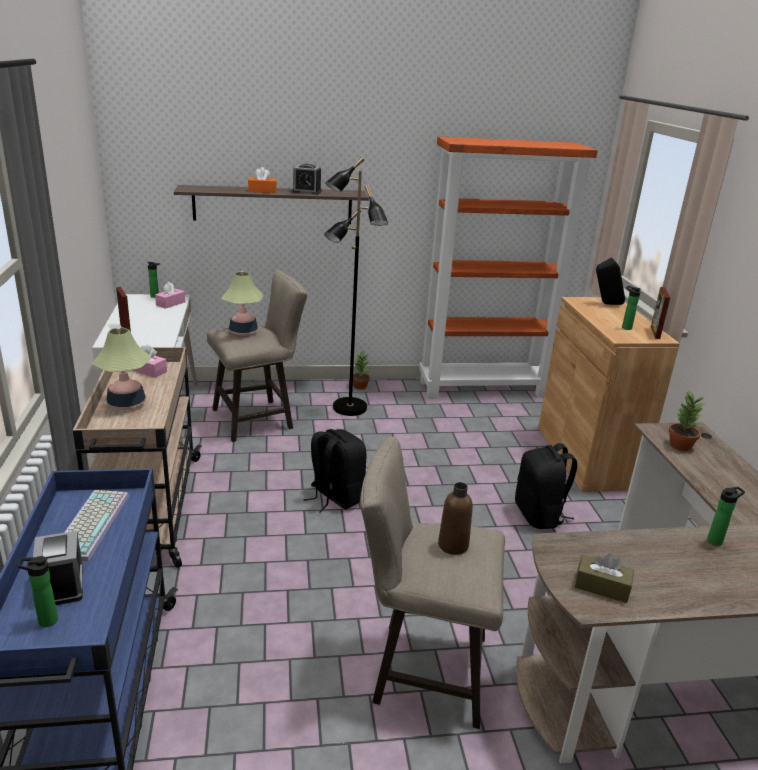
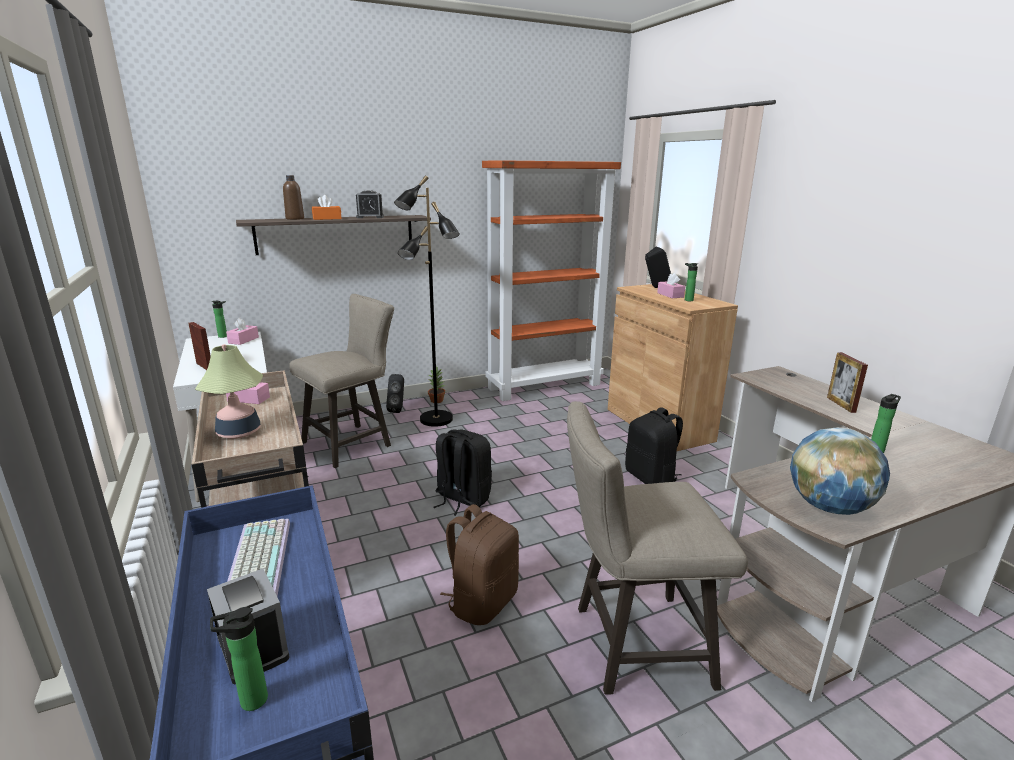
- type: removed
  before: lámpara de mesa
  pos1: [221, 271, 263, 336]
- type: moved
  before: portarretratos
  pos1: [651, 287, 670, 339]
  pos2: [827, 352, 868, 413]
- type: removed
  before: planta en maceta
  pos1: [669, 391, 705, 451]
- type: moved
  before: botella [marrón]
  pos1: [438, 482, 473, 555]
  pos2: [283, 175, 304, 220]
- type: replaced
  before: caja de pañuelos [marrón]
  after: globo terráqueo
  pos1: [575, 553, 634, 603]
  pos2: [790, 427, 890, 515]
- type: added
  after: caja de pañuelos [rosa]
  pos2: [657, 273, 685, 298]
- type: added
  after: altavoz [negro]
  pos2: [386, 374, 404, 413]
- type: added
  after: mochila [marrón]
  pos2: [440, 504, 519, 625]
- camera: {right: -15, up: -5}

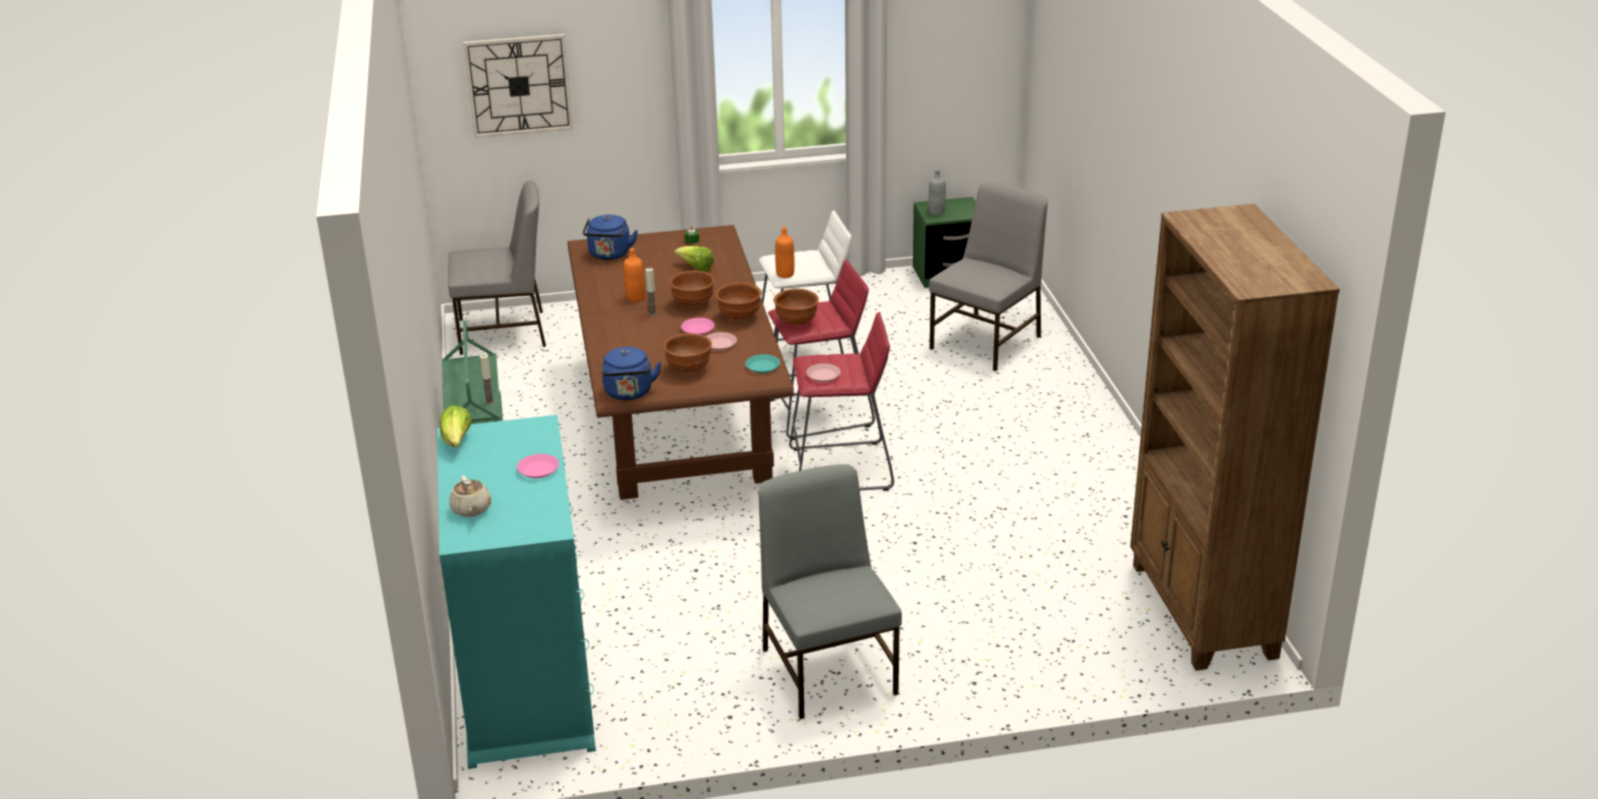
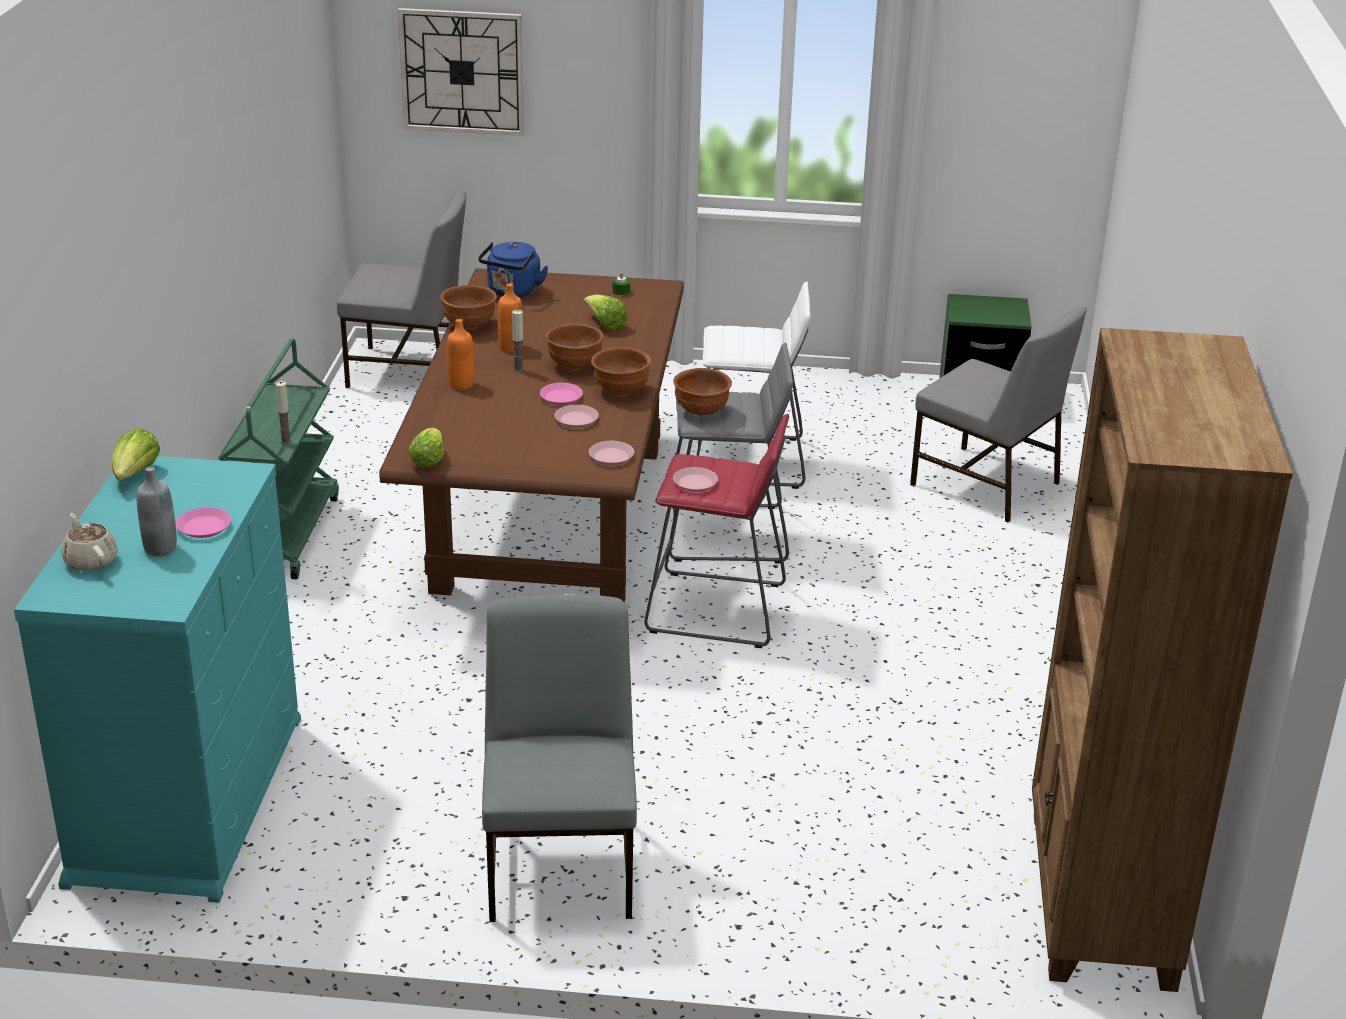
- type: moved
  before: botella [gris]
  pos1: [928, 169, 946, 216]
  pos2: [136, 466, 177, 556]
- type: turned
  before: silla [gris]
  pos1: [929, 181, 1048, 371]
  pos2: [910, 306, 1087, 523]
  turn: 75
- type: moved
  before: botella [naranja]
  pos1: [775, 227, 794, 278]
  pos2: [447, 319, 474, 390]
- type: recoloured
  before: taburete [rojo]
  after: taburete [gris]
  pos1: [768, 260, 875, 440]
  pos2: [669, 343, 793, 564]
- type: moved
  before: cuenco [marrón]
  pos1: [663, 333, 712, 373]
  pos2: [440, 285, 497, 329]
- type: replaced
  before: hervidor [azul]
  after: lechuga
  pos1: [602, 347, 662, 400]
  pos2: [408, 428, 444, 468]
- type: recoloured
  before: plato [turquesa]
  after: plato [rosa]
  pos1: [745, 354, 780, 373]
  pos2: [589, 441, 634, 465]
- type: turned
  before: tetera [beis]
  pos1: [449, 476, 491, 517]
  pos2: [62, 513, 118, 571]
  turn: 150
- camera: {right: 15, up: 0}

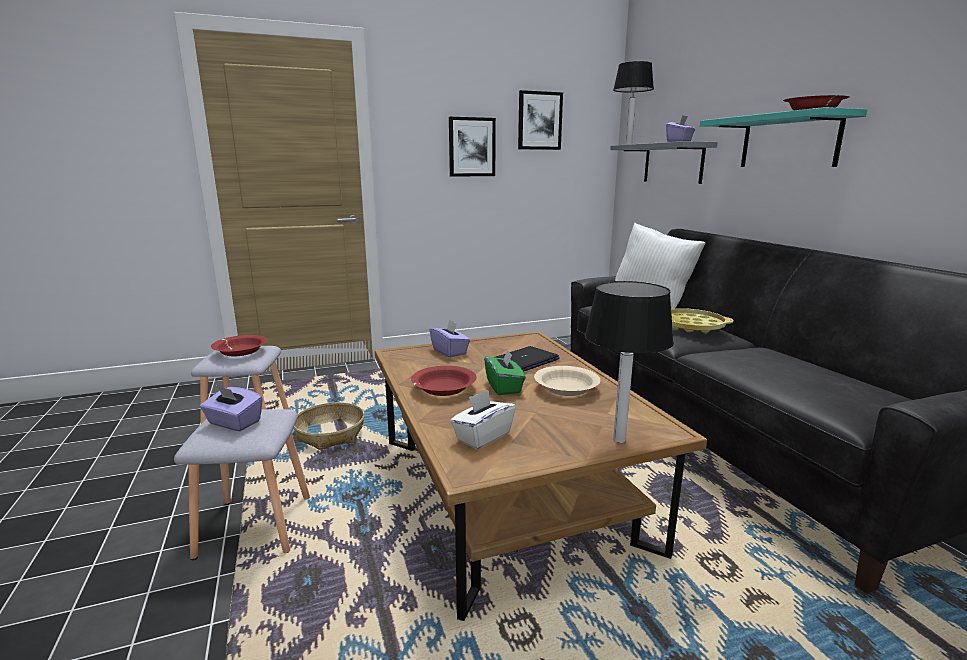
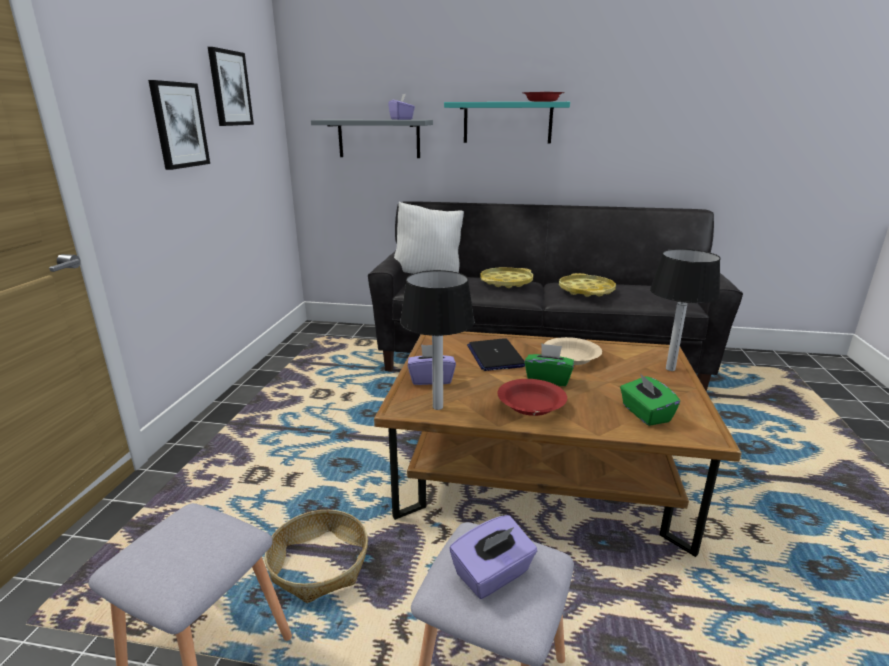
- type: moved
  before: lámpara de mesa
  pos1: [613, 61, 654, 145]
  pos2: [400, 270, 475, 410]
- type: removed
  before: cuenco [rojo]
  pos1: [211, 335, 267, 356]
- type: recoloured
  before: caja de pañuelos [blanco]
  after: caja de pañuelos [verde]
  pos1: [450, 390, 516, 449]
  pos2: [620, 373, 680, 426]
- type: added
  after: bandeja [amarillo]
  pos2: [559, 273, 616, 297]
- camera: {right: -60, up: 5}

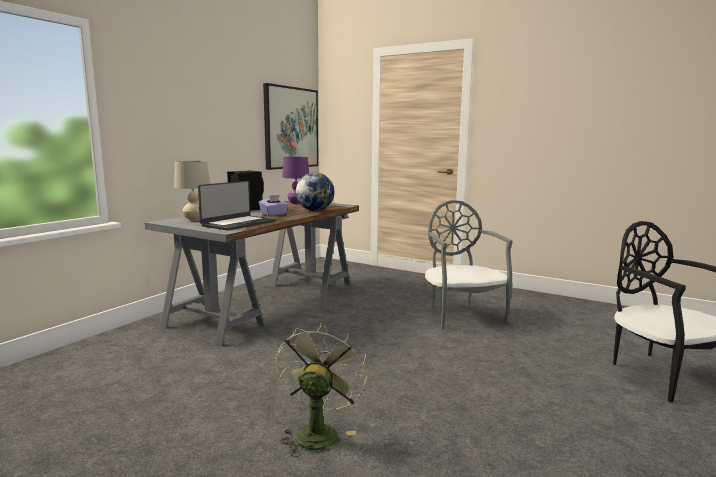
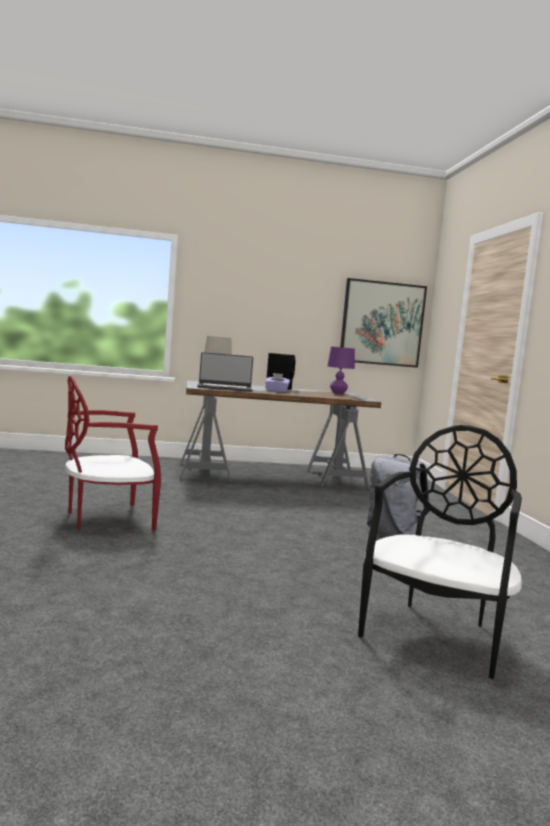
- type: removed
  before: globo terráqueo
  pos1: [296, 172, 335, 211]
- type: replaced
  before: silla [gris]
  after: mochila [gris]
  pos1: [425, 200, 513, 330]
  pos2: [367, 454, 429, 535]
- type: replaced
  before: ventilador [verde]
  after: silla [rojo]
  pos1: [275, 323, 367, 457]
  pos2: [65, 376, 161, 530]
- camera: {right: 50, up: -5}

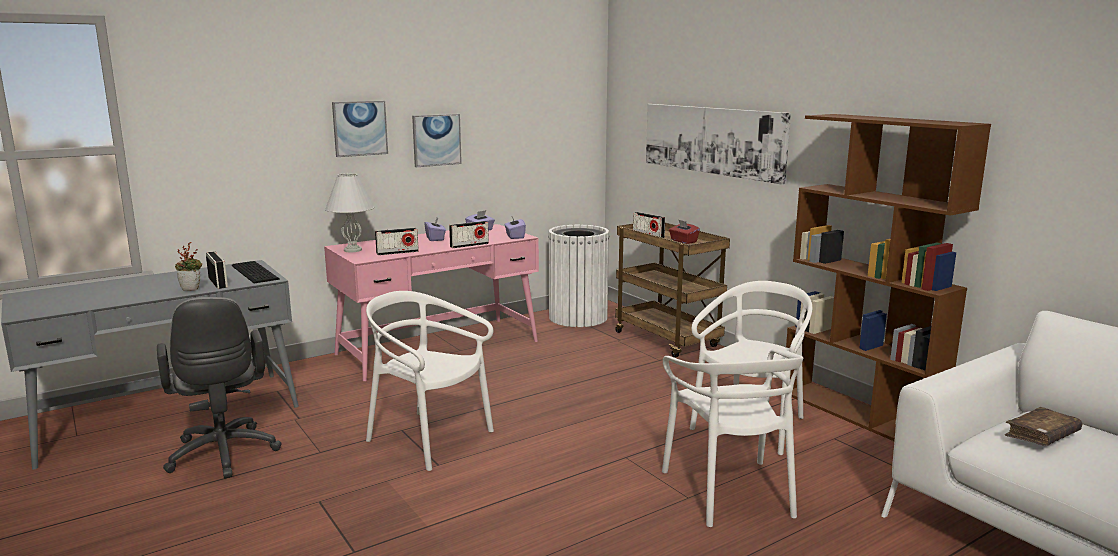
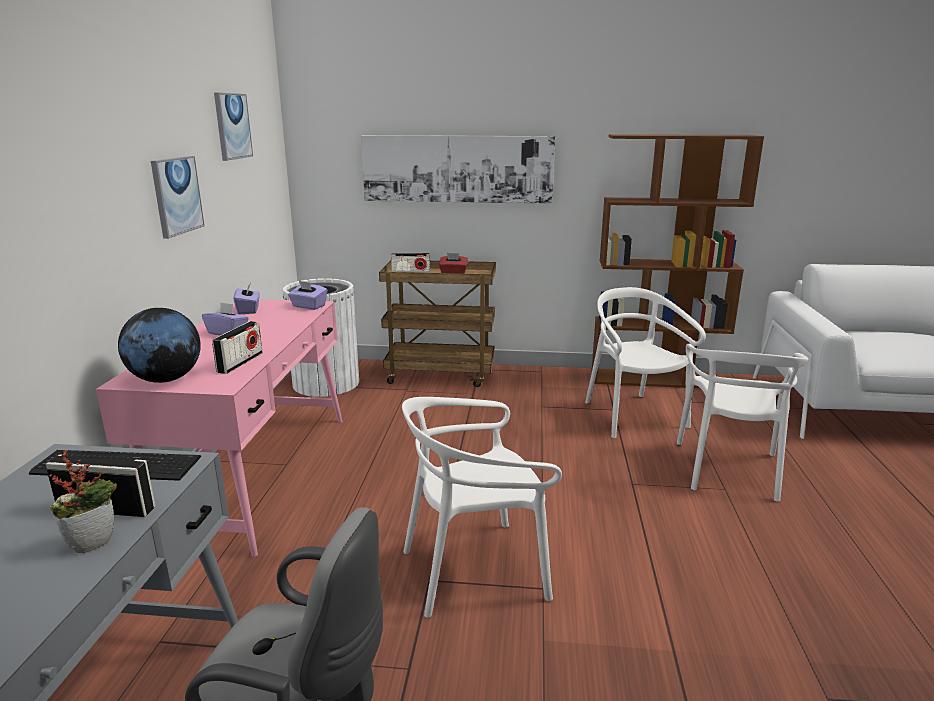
- type: moved
  before: cuadro
  pos1: [332, 101, 388, 157]
  pos2: [214, 93, 253, 161]
- type: replaced
  before: lámpara de mesa [blanco]
  after: globo terráqueo
  pos1: [325, 173, 374, 252]
  pos2: [118, 308, 201, 383]
- type: removed
  before: radio
  pos1: [449, 221, 489, 248]
- type: turned
  before: silla [blanco]
  pos1: [662, 349, 803, 527]
  pos2: [677, 344, 808, 502]
  turn: 75
- type: removed
  before: libro [marrón]
  pos1: [1005, 407, 1082, 446]
- camera: {right: -50, up: 5}

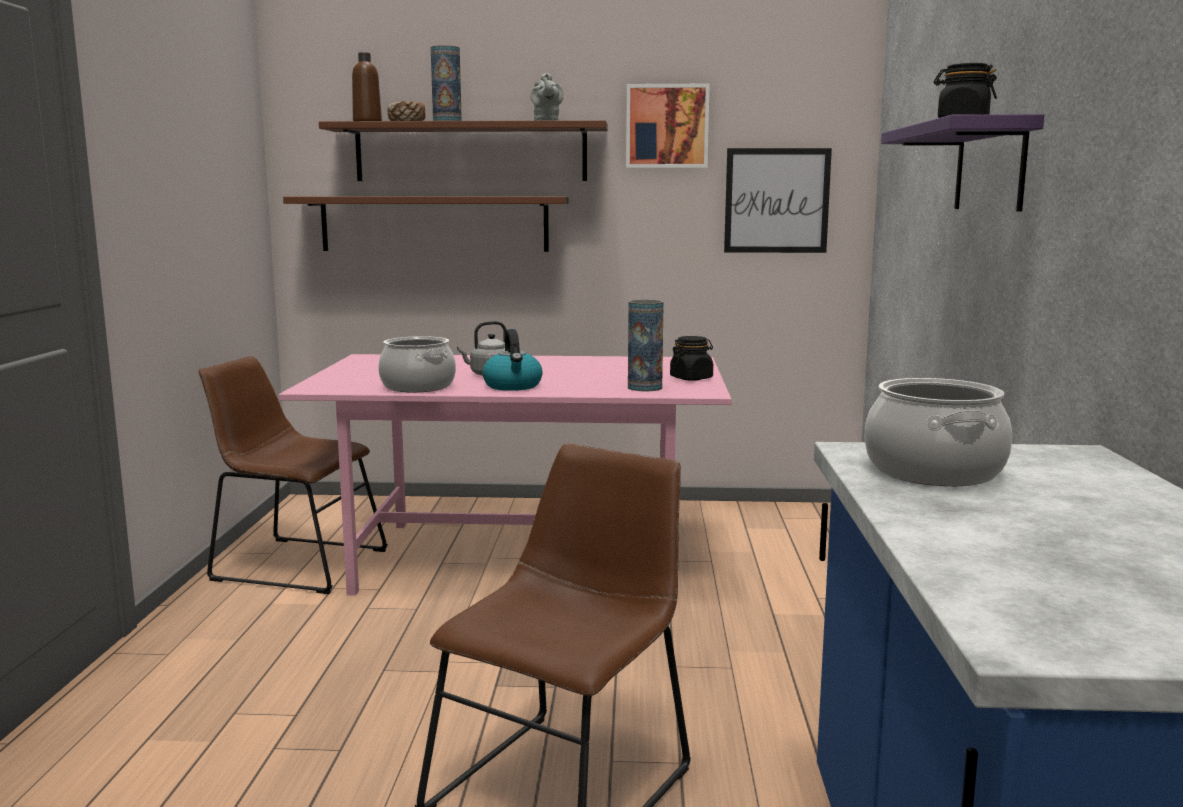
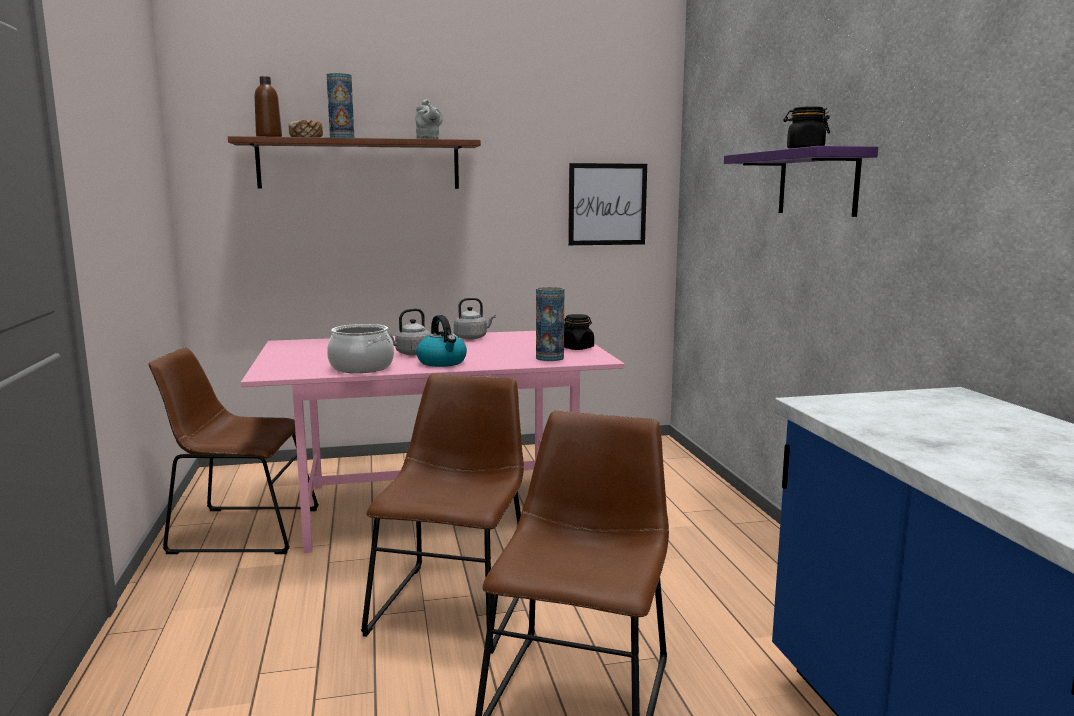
- type: removed
  before: cuadro
  pos1: [626, 84, 710, 168]
- type: removed
  before: estante [marrón]
  pos1: [283, 197, 569, 252]
- type: removed
  before: olla
  pos1: [865, 378, 1012, 486]
- type: added
  after: hervidor [gris]
  pos2: [454, 298, 496, 340]
- type: added
  after: silla [marrón]
  pos2: [361, 374, 524, 654]
- camera: {right: -15, up: 0}

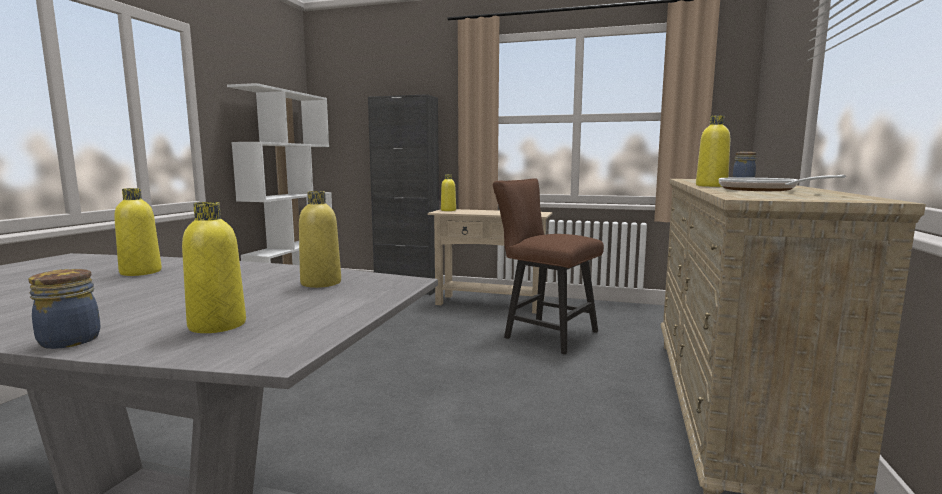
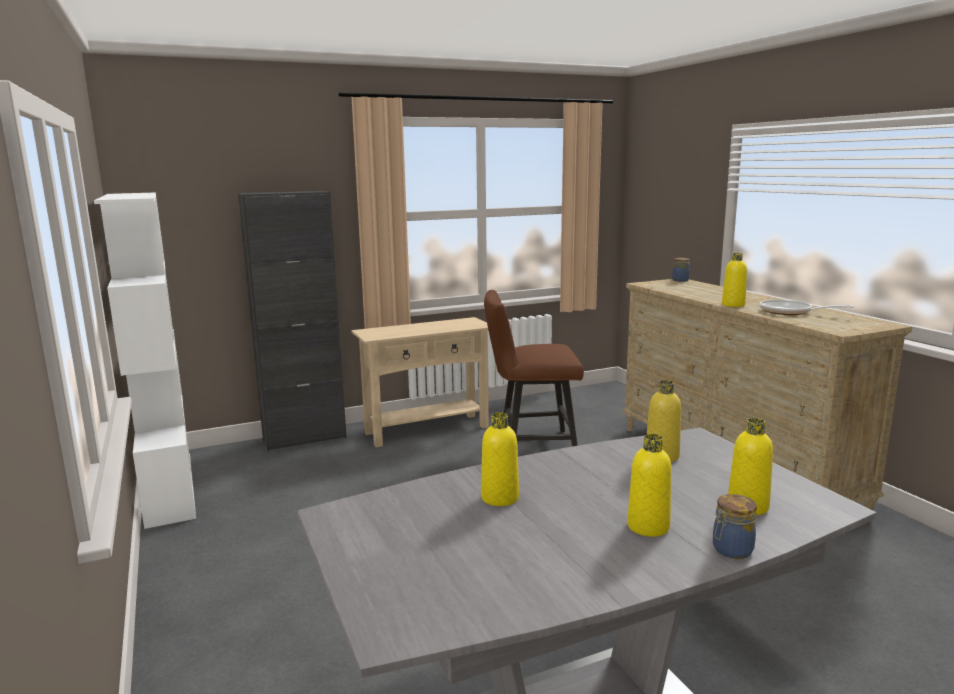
- type: moved
  before: botella [amarillo]
  pos1: [441, 174, 456, 211]
  pos2: [627, 434, 672, 537]
- camera: {right: -40, up: 5}

